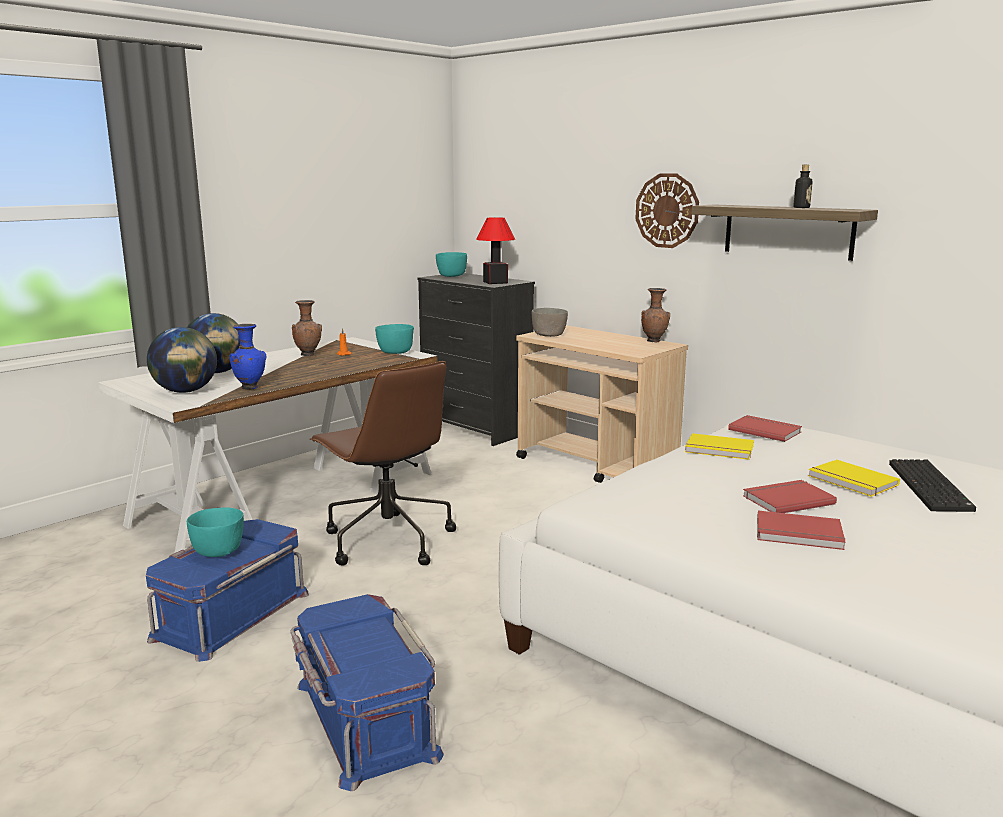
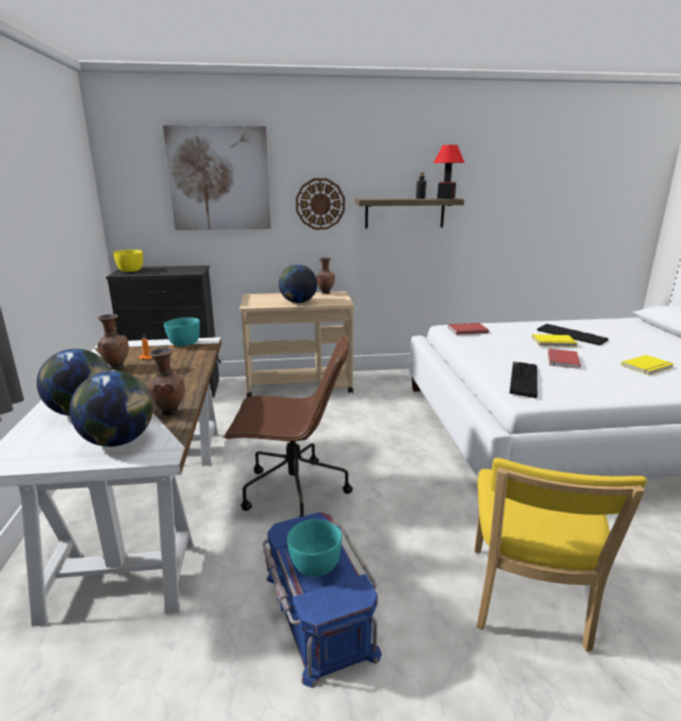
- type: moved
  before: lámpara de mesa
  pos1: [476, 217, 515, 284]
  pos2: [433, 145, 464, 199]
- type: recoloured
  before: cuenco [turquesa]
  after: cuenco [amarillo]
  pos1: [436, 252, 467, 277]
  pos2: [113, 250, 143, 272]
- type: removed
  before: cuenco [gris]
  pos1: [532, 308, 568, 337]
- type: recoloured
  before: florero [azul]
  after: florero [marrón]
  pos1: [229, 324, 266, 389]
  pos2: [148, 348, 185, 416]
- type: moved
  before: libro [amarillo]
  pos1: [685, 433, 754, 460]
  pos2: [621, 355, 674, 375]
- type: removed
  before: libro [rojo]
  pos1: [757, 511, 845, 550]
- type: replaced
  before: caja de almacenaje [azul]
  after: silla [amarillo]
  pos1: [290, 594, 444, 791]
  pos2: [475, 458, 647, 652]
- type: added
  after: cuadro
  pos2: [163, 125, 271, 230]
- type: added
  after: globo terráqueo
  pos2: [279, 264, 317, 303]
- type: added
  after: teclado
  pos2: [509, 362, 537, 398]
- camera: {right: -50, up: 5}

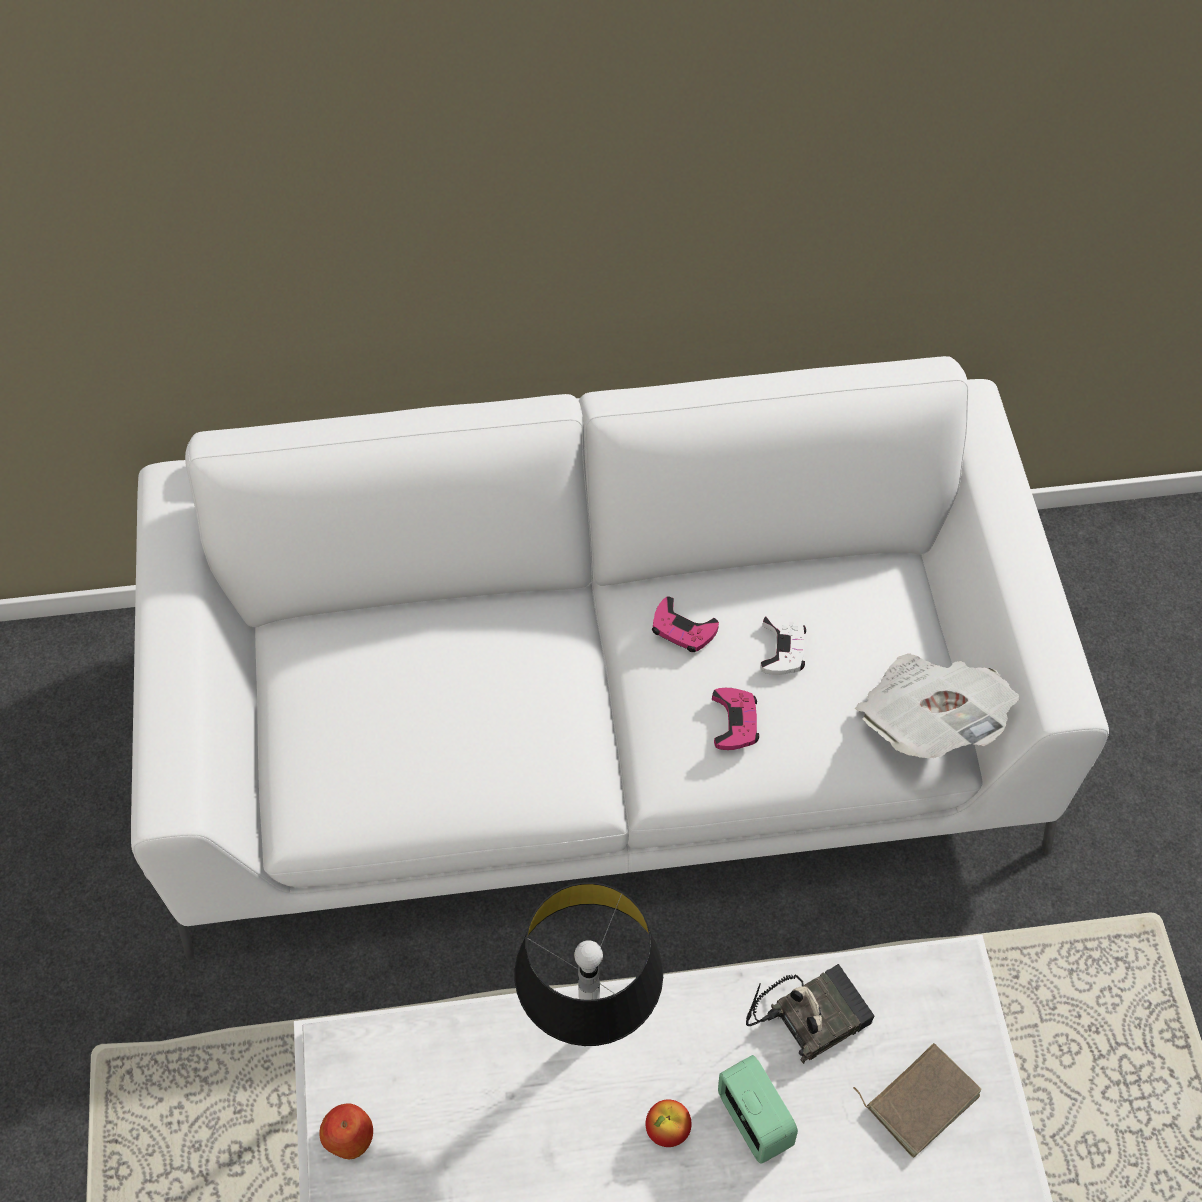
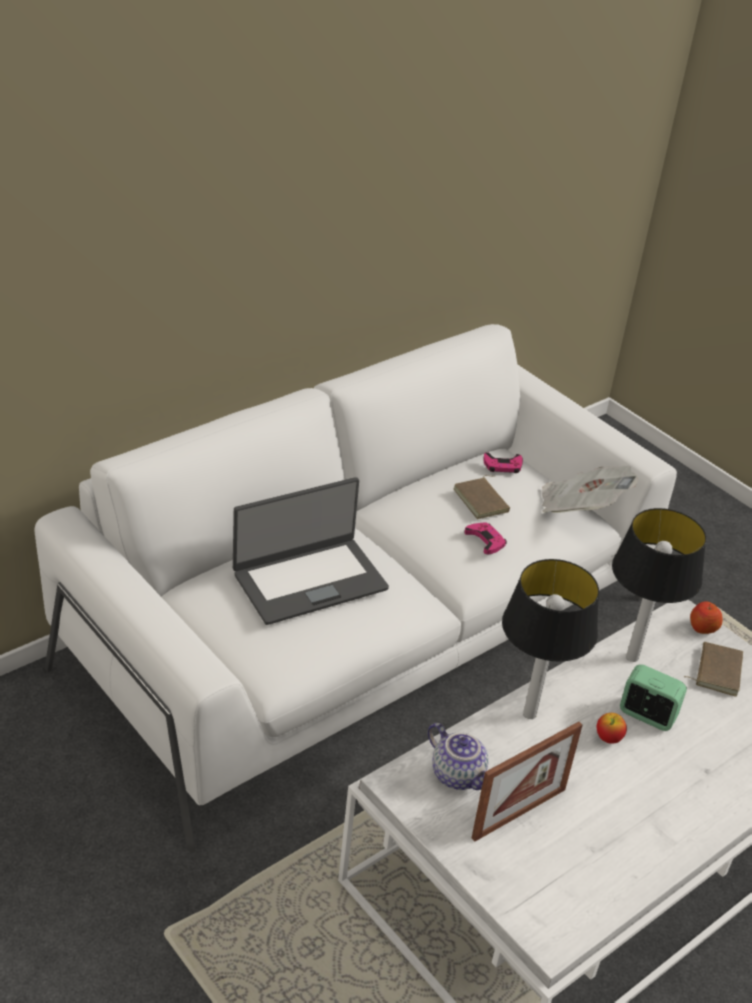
- type: moved
  before: mando de consola [rosa]
  pos1: [652, 596, 719, 652]
  pos2: [483, 452, 523, 473]
- type: replaced
  before: mando de consola [blanco]
  after: libro [marrón]
  pos1: [760, 615, 806, 675]
  pos2: [453, 475, 510, 519]
- type: replaced
  before: radio
  after: lámpara de mesa
  pos1: [746, 964, 874, 1064]
  pos2: [612, 508, 706, 662]
- type: moved
  before: manzana
  pos1: [319, 1104, 373, 1159]
  pos2: [690, 601, 723, 634]
- type: added
  after: portátil
  pos2: [233, 477, 389, 625]
- type: added
  after: portarretratos
  pos2: [472, 722, 582, 841]
- type: added
  after: tetera
  pos2: [428, 723, 489, 790]
- camera: {right: -35, up: -20}

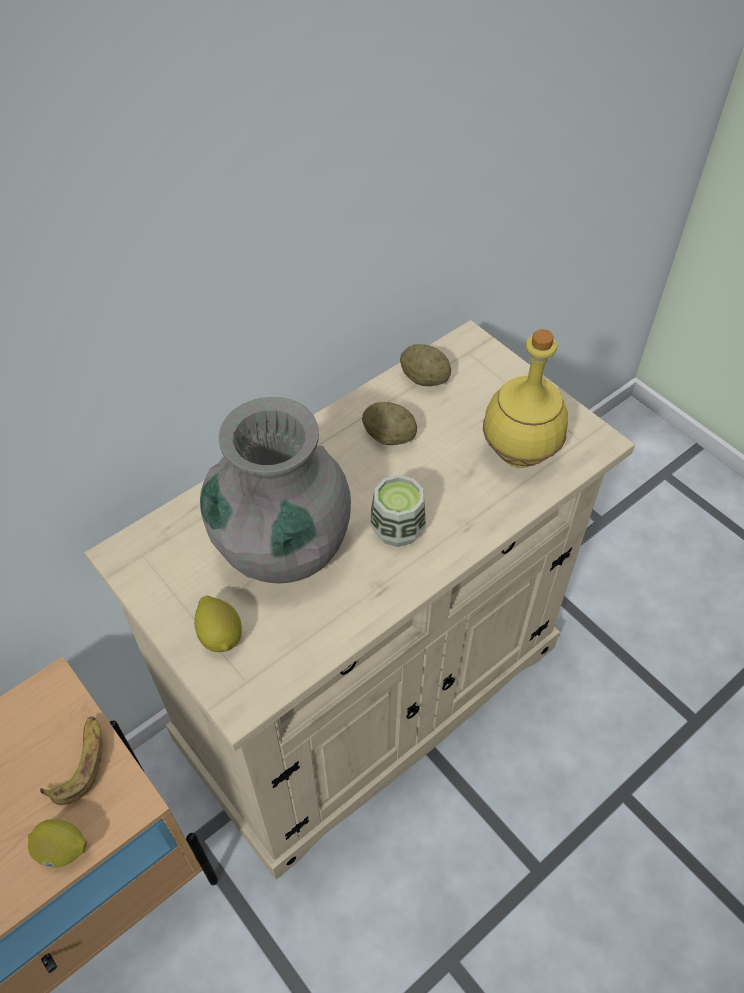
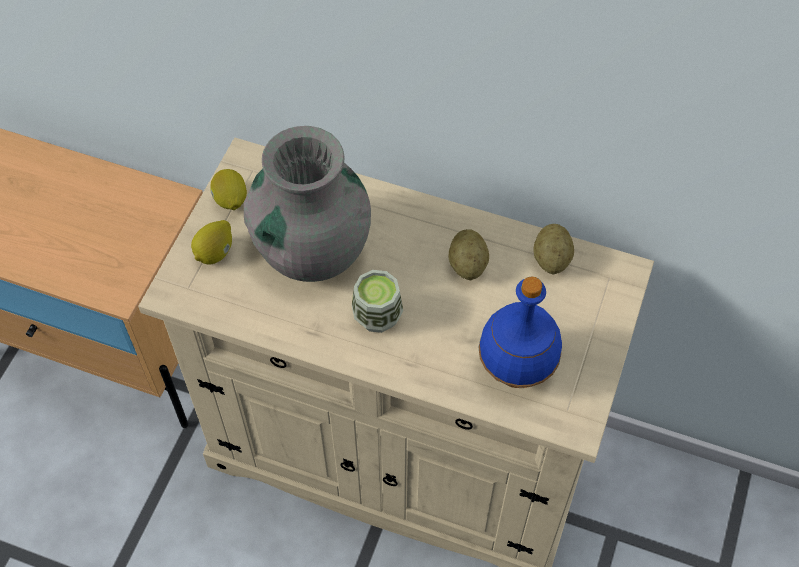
- type: recoloured
  before: botella [amarillo]
  after: botella [azul]
  pos1: [483, 329, 568, 468]
  pos2: [478, 277, 562, 388]
- type: removed
  before: plátano
  pos1: [40, 716, 103, 805]
- type: moved
  before: limón
  pos1: [28, 819, 87, 867]
  pos2: [210, 169, 247, 210]
- camera: {right: 60, up: 5}

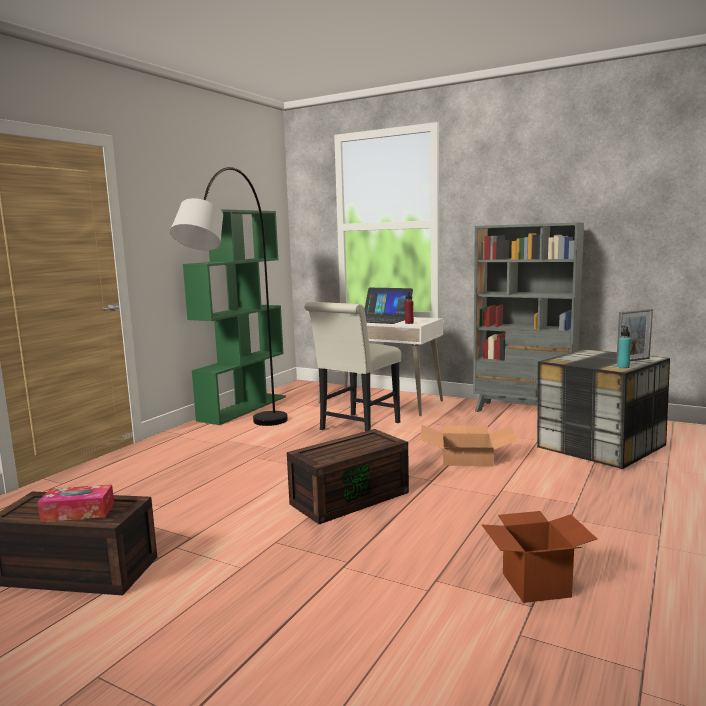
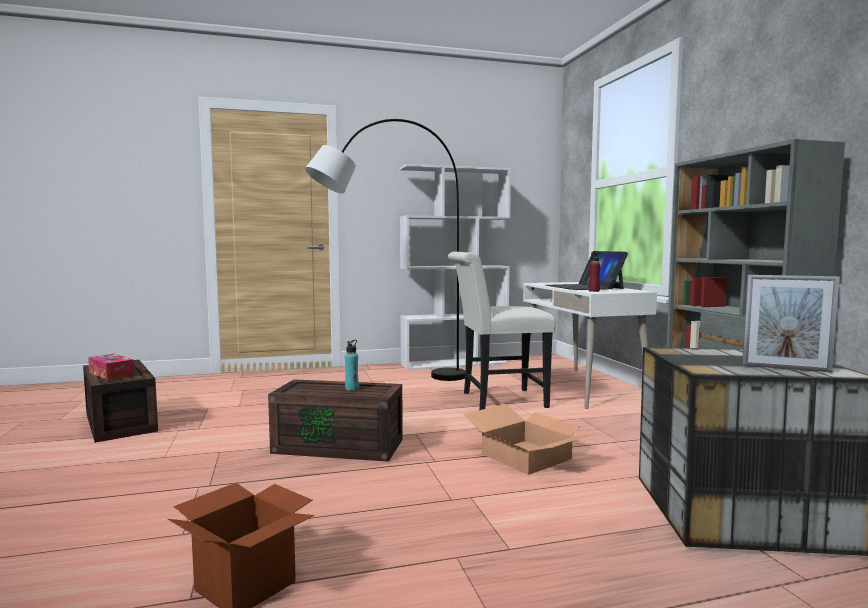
- type: recoloured
  before: estantería [verde]
  after: estantería [blanco]
  pos1: [183, 209, 286, 425]
  pos2: [399, 164, 511, 370]
- type: moved
  before: botella [turquesa]
  pos1: [617, 326, 631, 368]
  pos2: [345, 340, 359, 391]
- camera: {right: 45, up: -5}

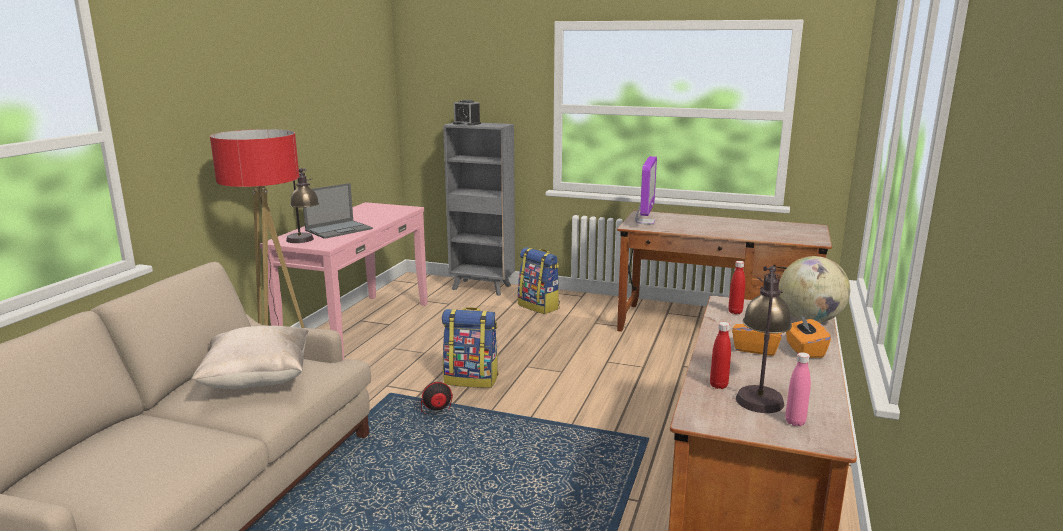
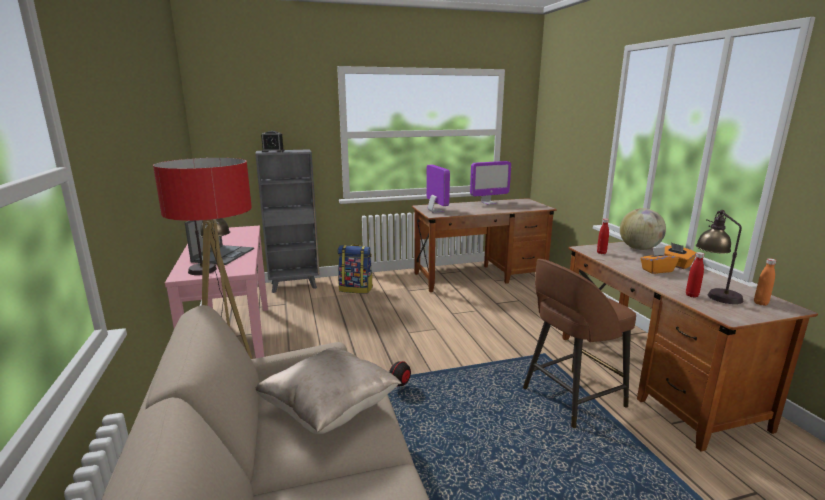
- type: removed
  before: mochila
  pos1: [442, 307, 499, 388]
- type: recoloured
  before: botella [rosa]
  after: botella [naranja]
  pos1: [785, 352, 811, 426]
  pos2: [754, 258, 776, 306]
- type: added
  after: monitor
  pos2: [470, 161, 511, 205]
- type: added
  after: taburete [marrón]
  pos2: [523, 259, 636, 428]
- camera: {right: -35, up: 0}

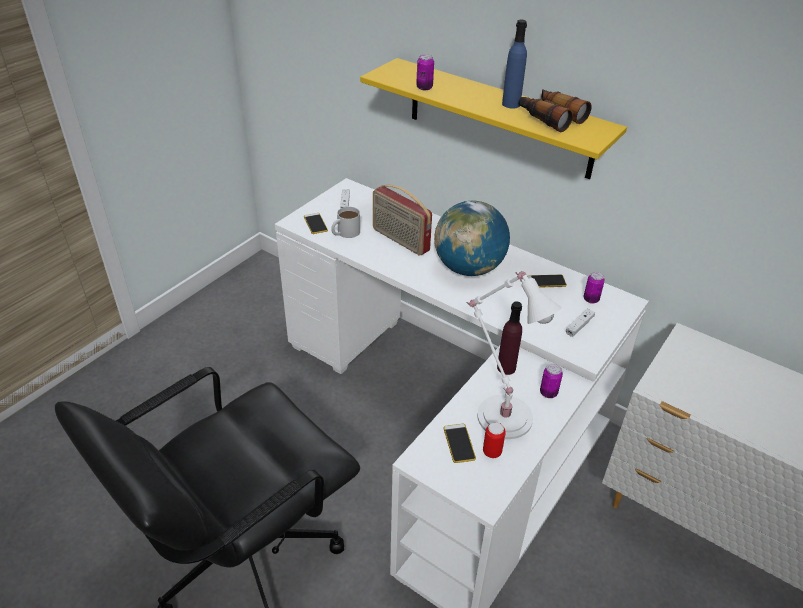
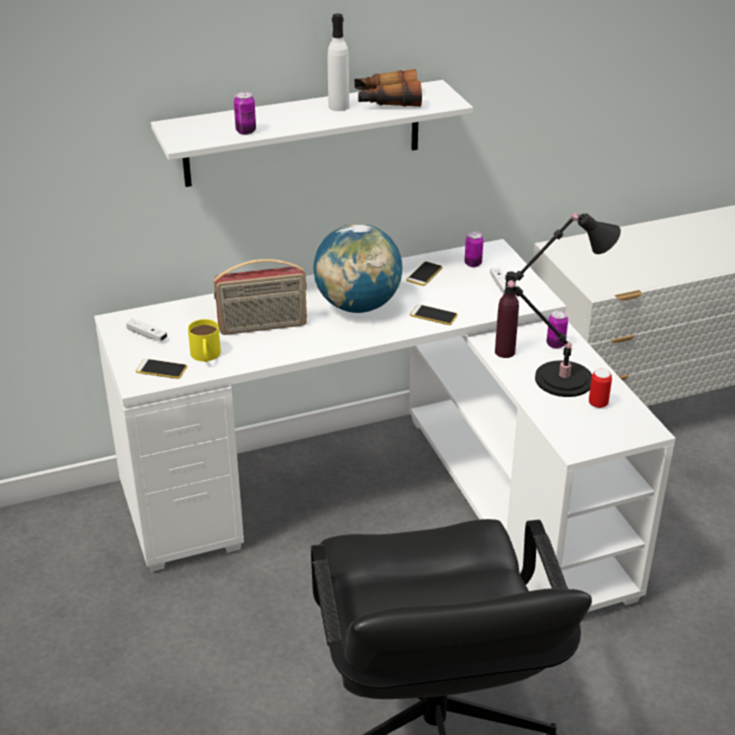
- type: recoloured
  before: botella [azul]
  after: botella [blanco]
  pos1: [502, 20, 527, 108]
  pos2: [328, 14, 349, 111]
- type: recoloured
  before: estante [amarillo]
  after: estante [blanco]
  pos1: [360, 58, 627, 179]
  pos2: [151, 80, 473, 187]
- type: recoloured
  before: taza grande [blanco]
  after: taza grande [amarillo]
  pos1: [331, 207, 360, 238]
  pos2: [188, 319, 221, 362]
- type: recoloured
  before: lámpara de mesa [blanco]
  after: lámpara de mesa [negro]
  pos1: [466, 271, 562, 439]
  pos2: [507, 213, 621, 397]
- type: moved
  before: móvil
  pos1: [444, 424, 476, 463]
  pos2: [410, 304, 458, 325]
- camera: {right: -55, up: -5}

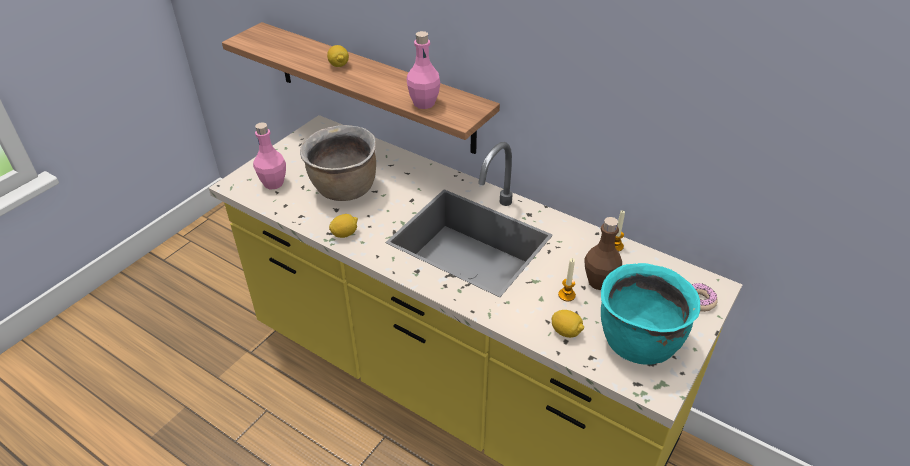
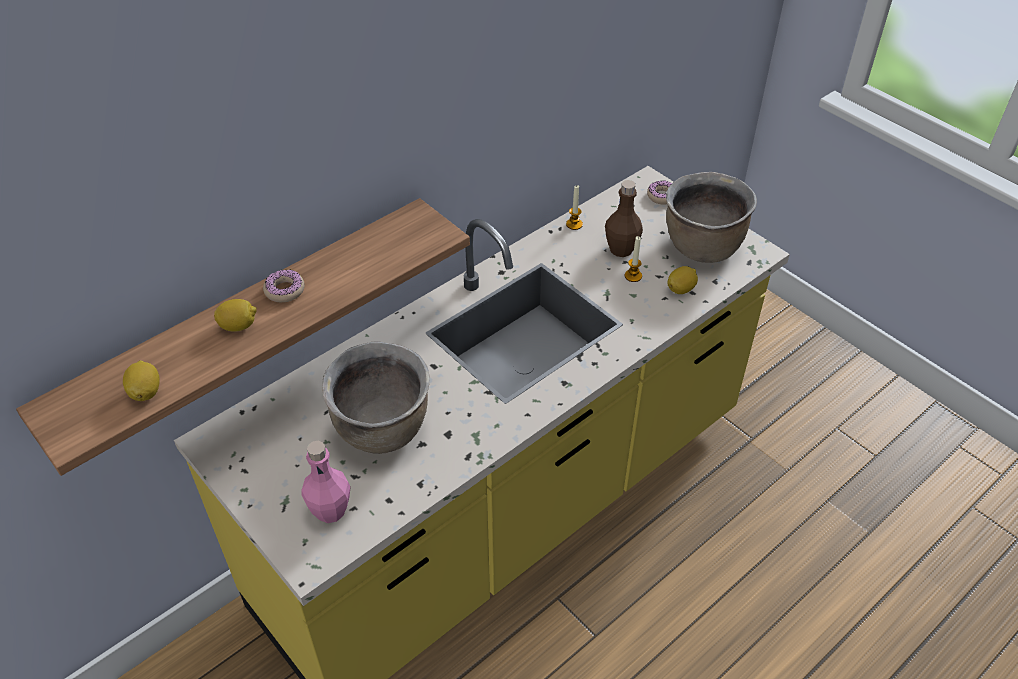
- type: removed
  before: botella [rosa]
  pos1: [407, 31, 440, 109]
- type: moved
  before: limón
  pos1: [329, 214, 358, 238]
  pos2: [123, 360, 160, 401]
- type: recoloured
  before: olla [turquesa]
  after: olla [marrón]
  pos1: [601, 263, 700, 365]
  pos2: [666, 172, 757, 263]
- type: added
  after: rosquilla
  pos2: [263, 269, 305, 302]
- camera: {right: -75, up: 5}

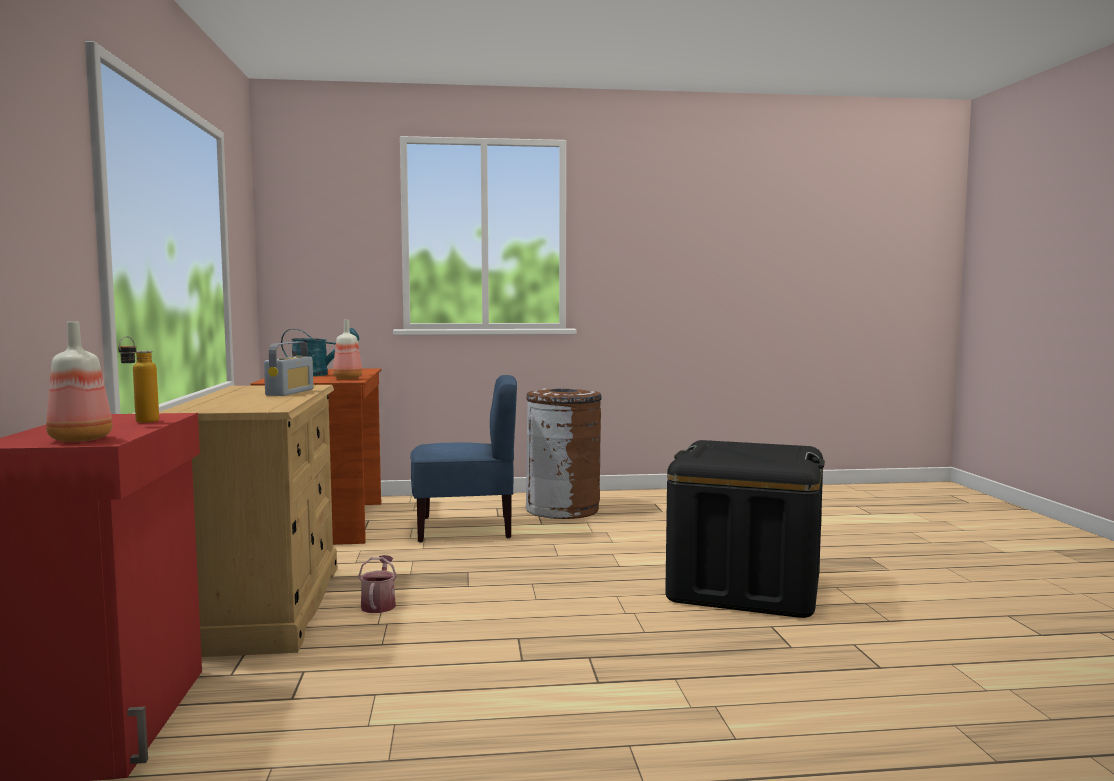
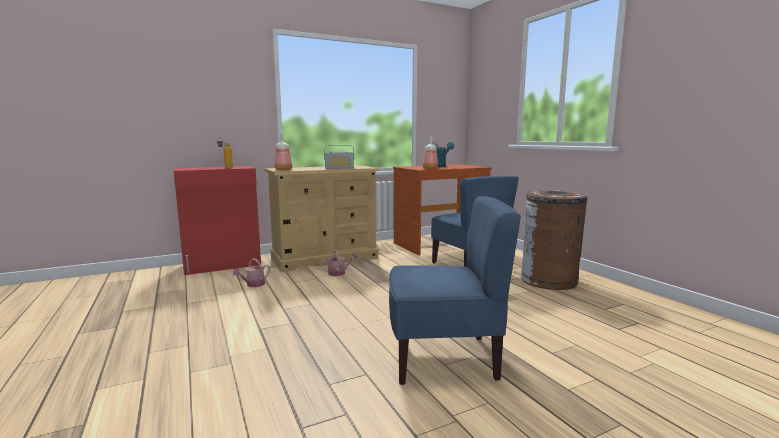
- type: moved
  before: botella
  pos1: [46, 322, 113, 442]
  pos2: [274, 134, 292, 170]
- type: replaced
  before: caja de almacenaje [negro]
  after: silla [azul]
  pos1: [665, 440, 825, 618]
  pos2: [389, 196, 521, 385]
- type: added
  after: regadera
  pos2: [233, 258, 270, 287]
- camera: {right: 70, up: 5}

